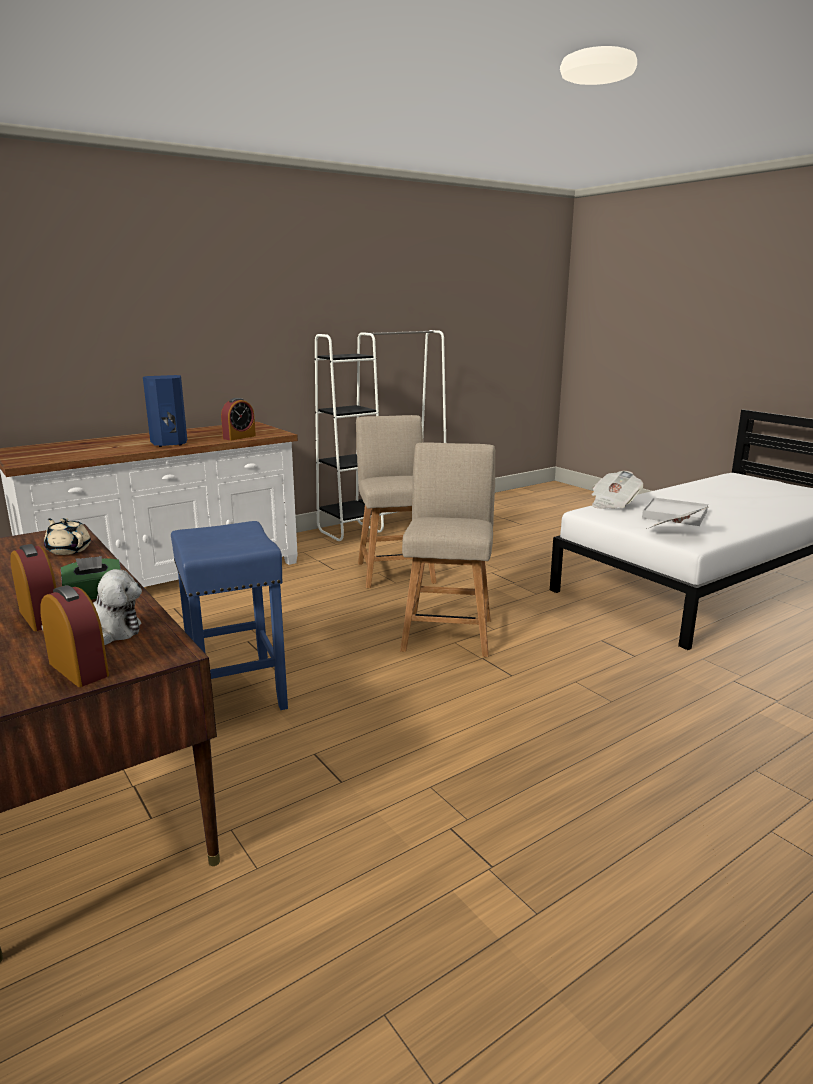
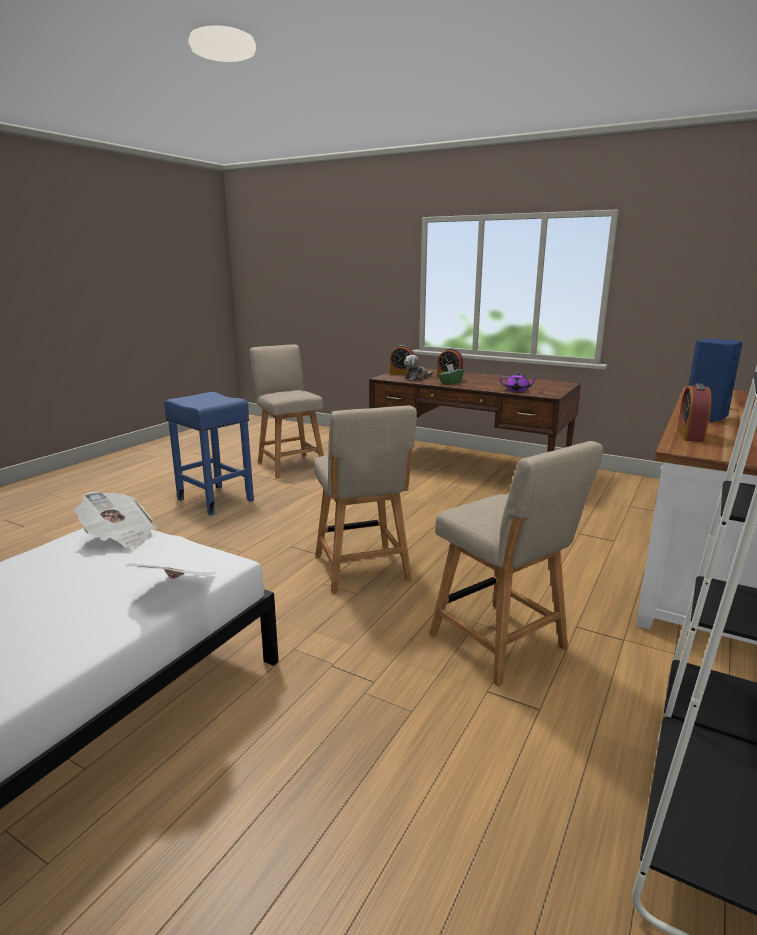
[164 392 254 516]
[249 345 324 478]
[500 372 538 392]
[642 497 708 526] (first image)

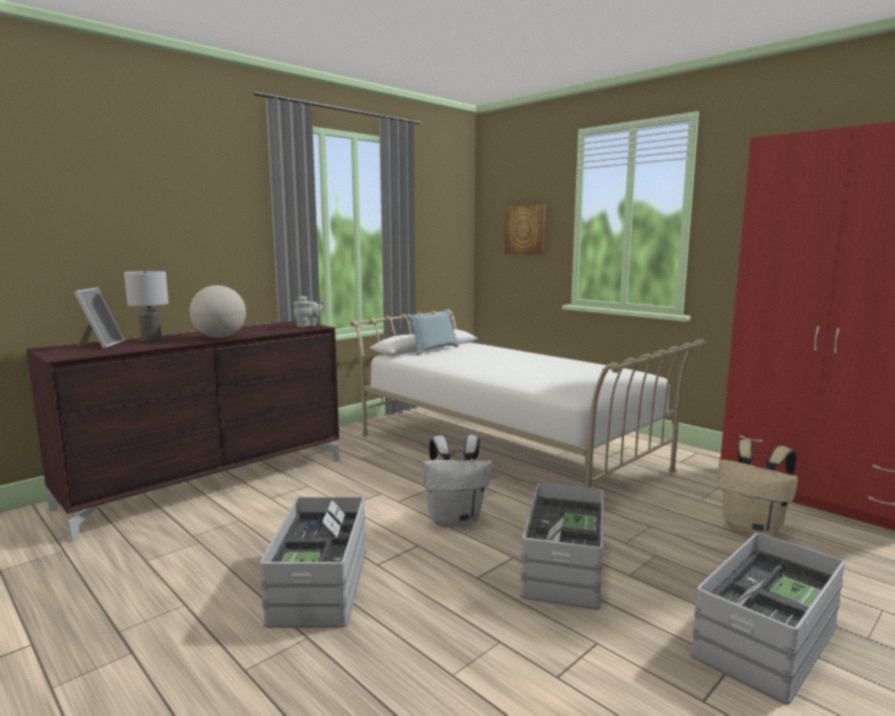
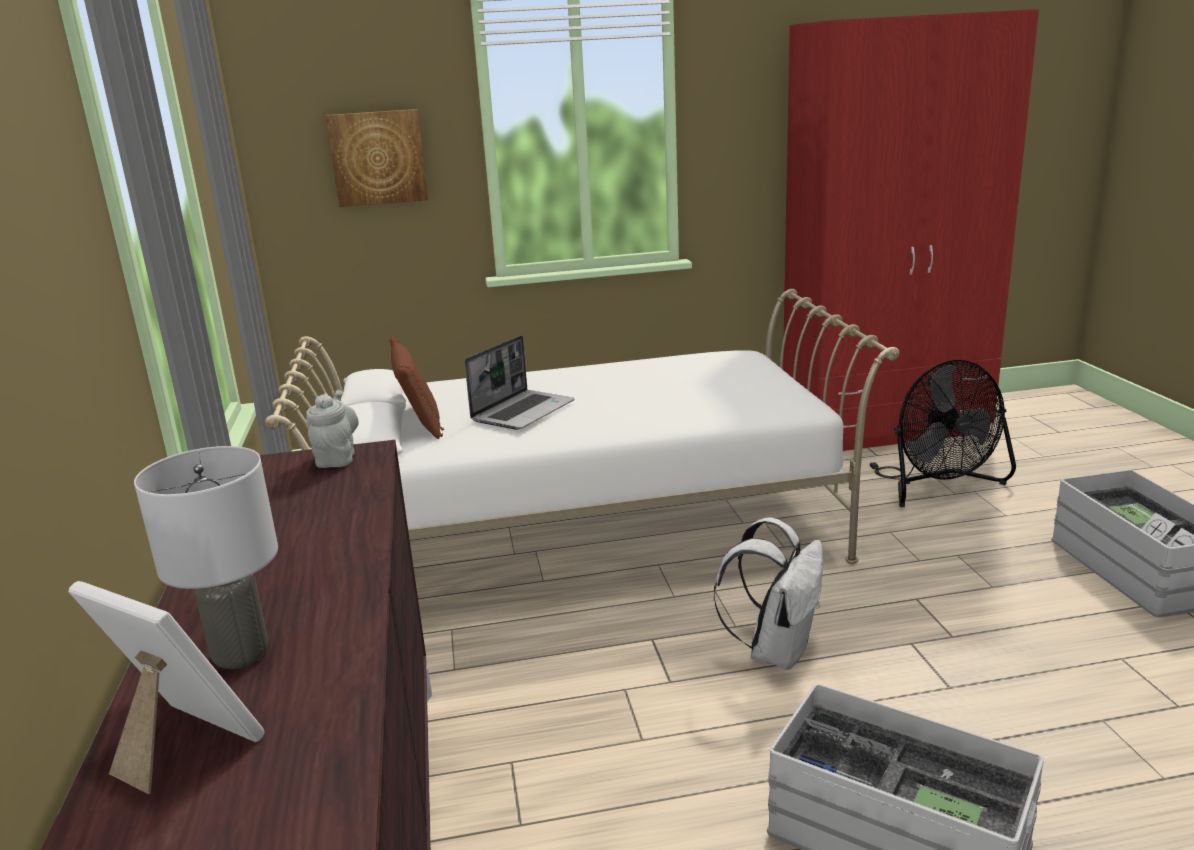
[390 336 444 439]
[464 335 575 430]
[870 360 1016 507]
[190 285 246 338] (first image)
[520 483 605 610] (first image)

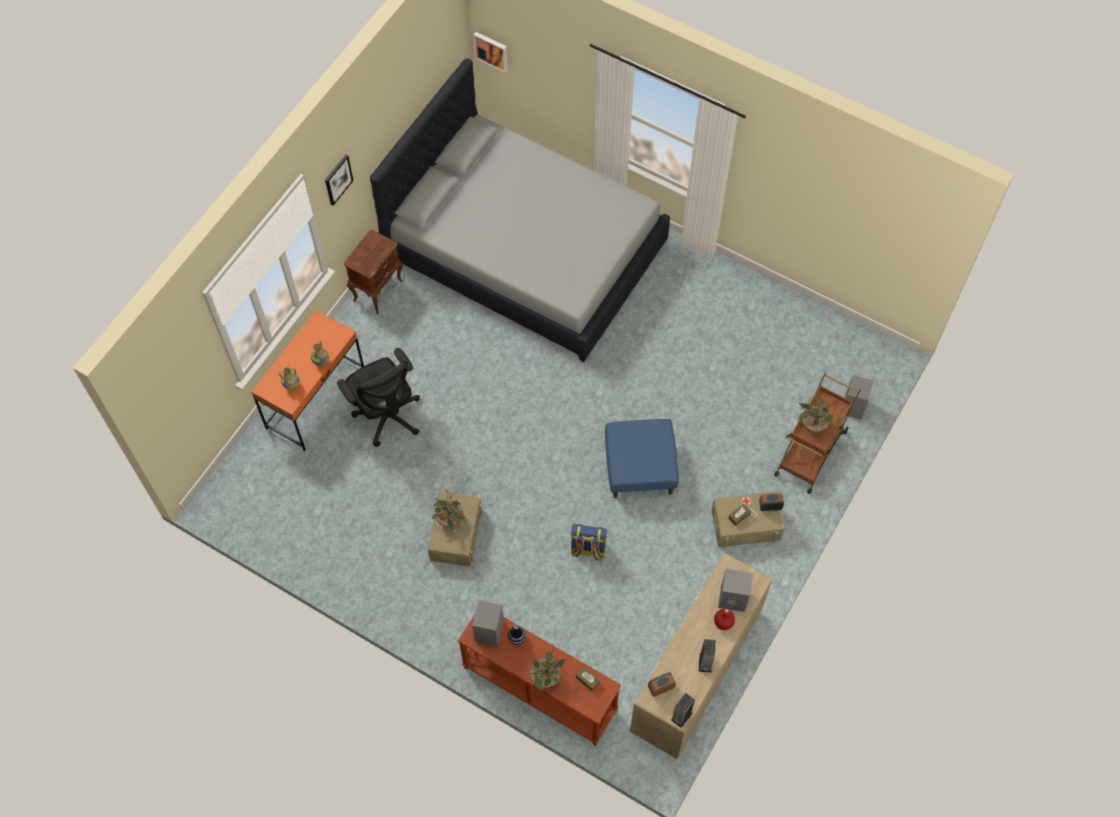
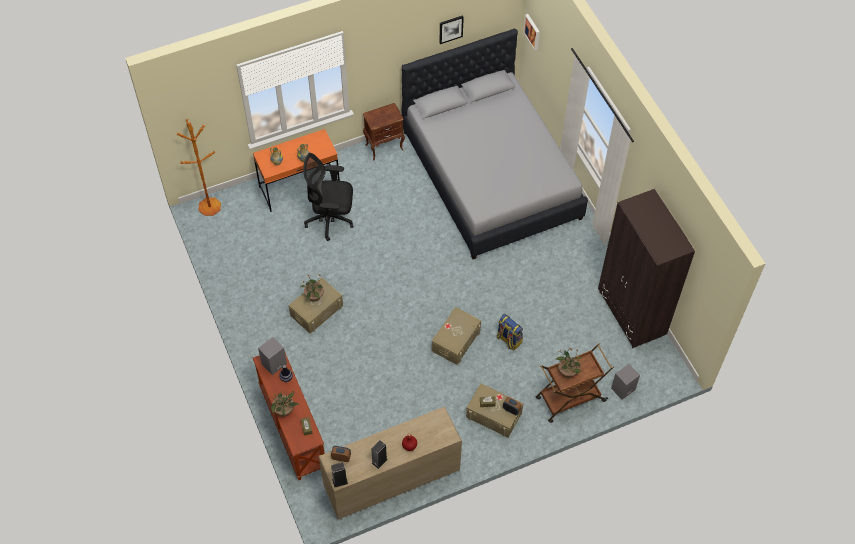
[177 119 221 216]
[303 153 354 241]
[432 307 481 365]
[439 15 464 44]
[497 314 523 350]
[598 189 695 348]
[718 569 753 612] (first image)

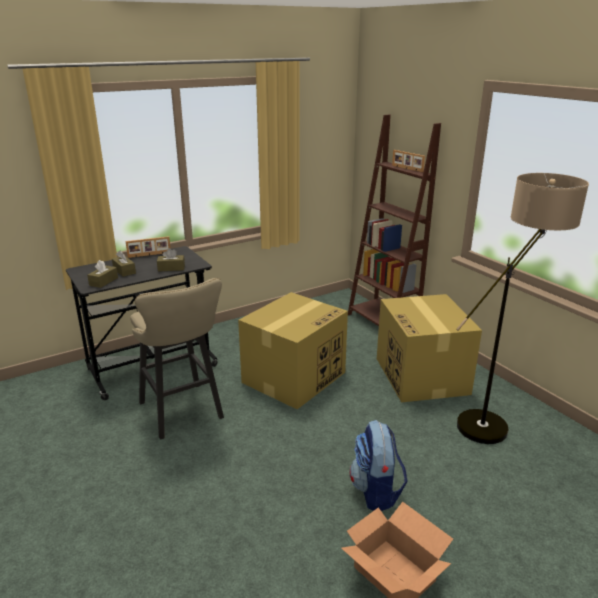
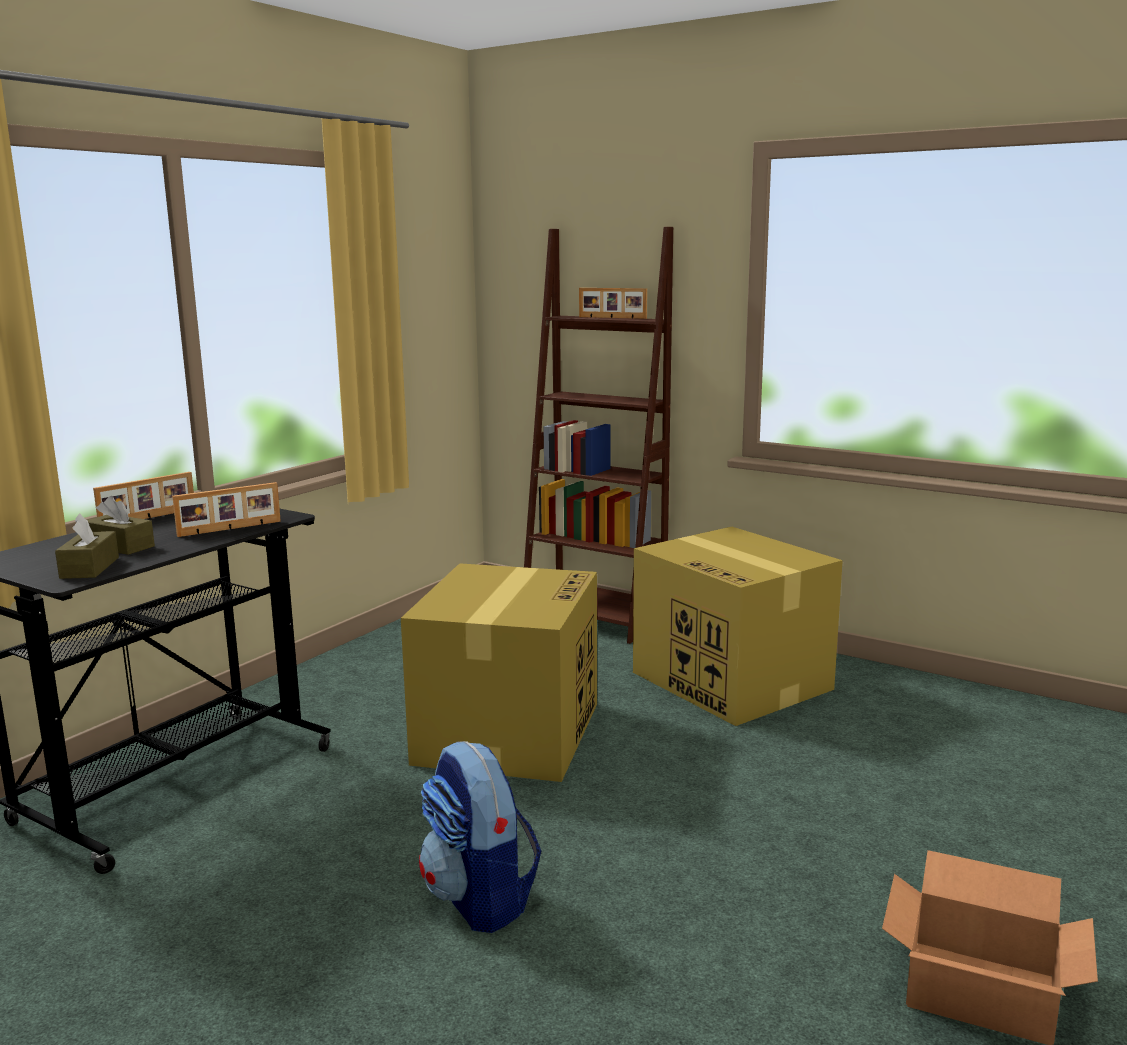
[172 482 281 537]
[419 741 541 933]
[130 278 224 440] (first image)
[456 173 589 444] (first image)

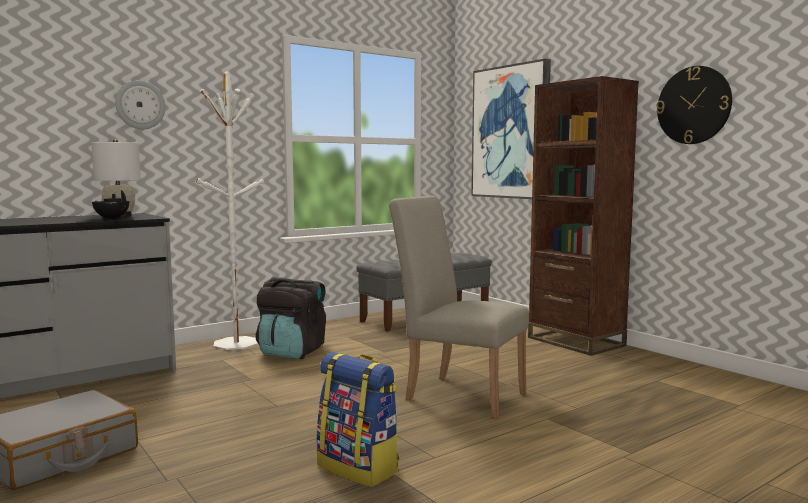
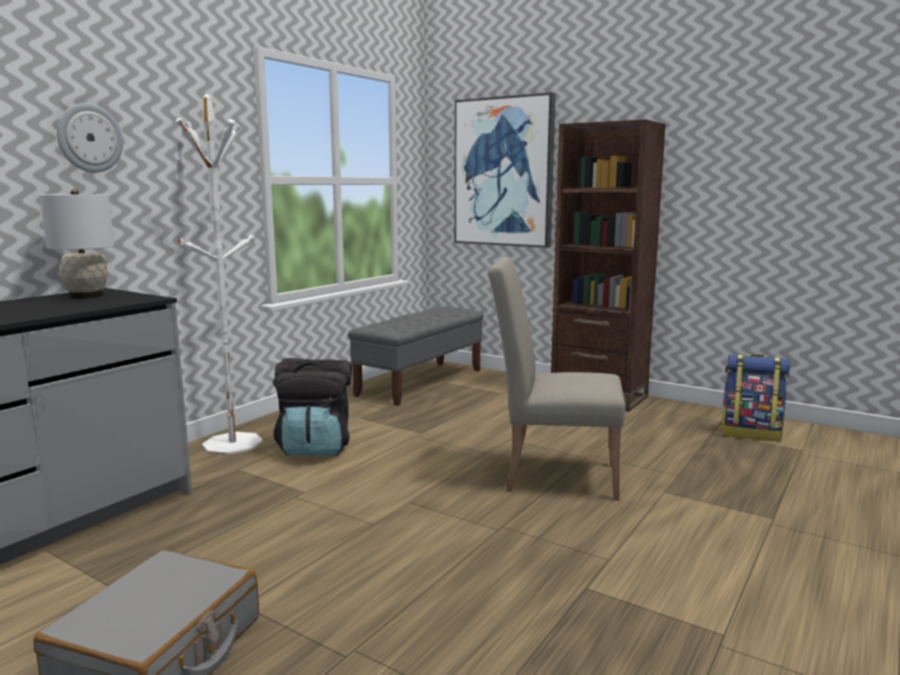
[720 354 790 441]
[92 190 129 220] (first image)
[656 66 732 144] (first image)

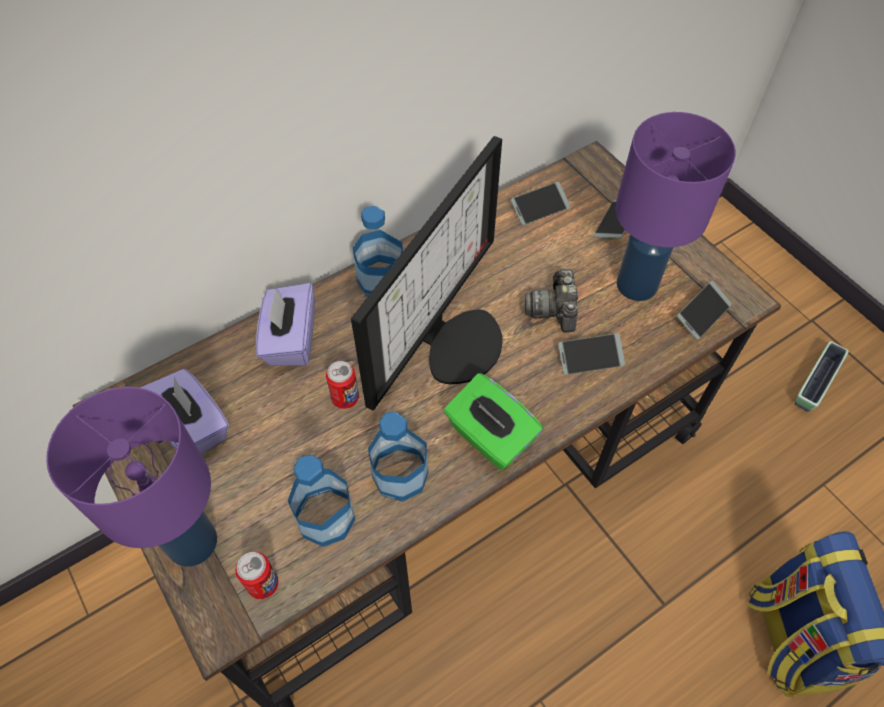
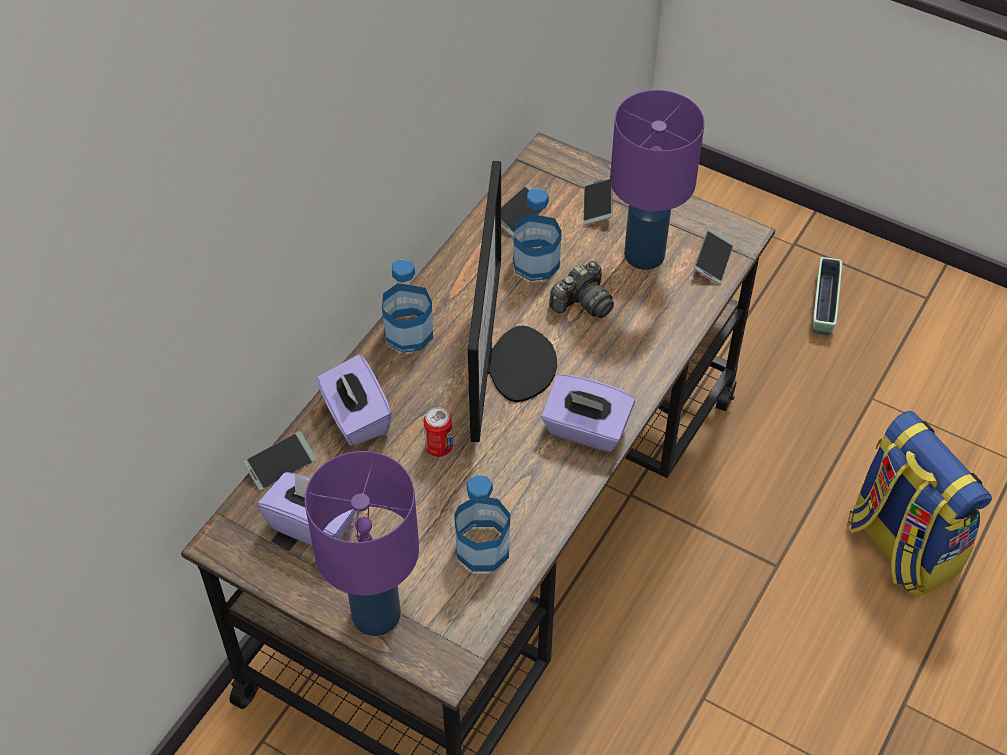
[243 431 316 490]
[513 188 562 281]
[541 374 635 452]
[549 261 614 318]
[236 552 278 599] (first image)

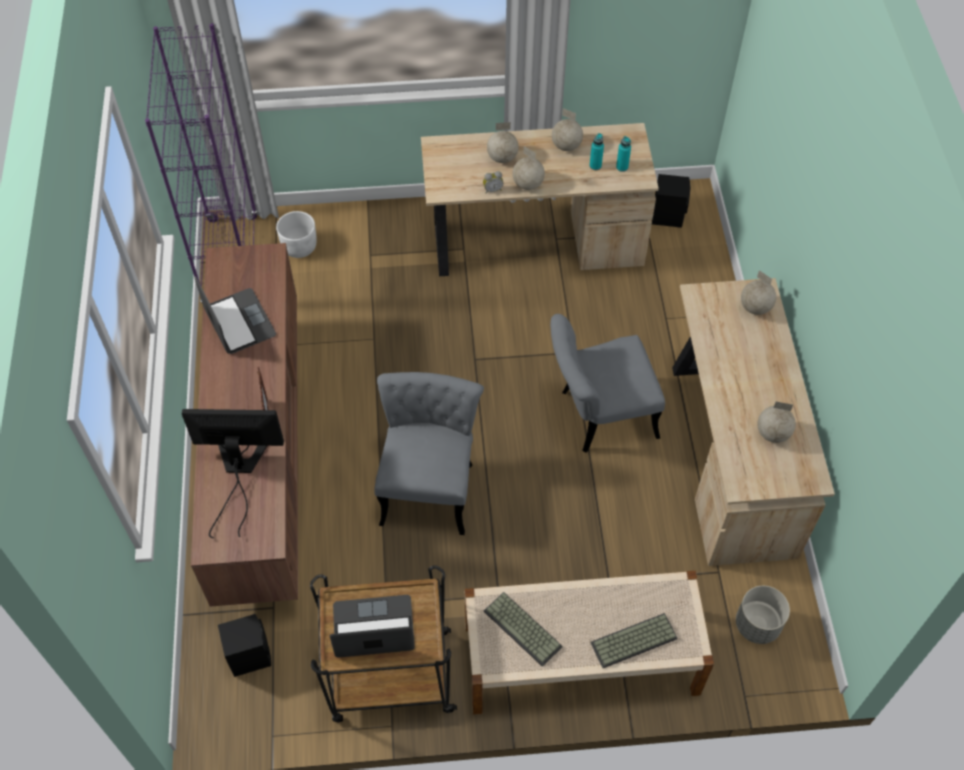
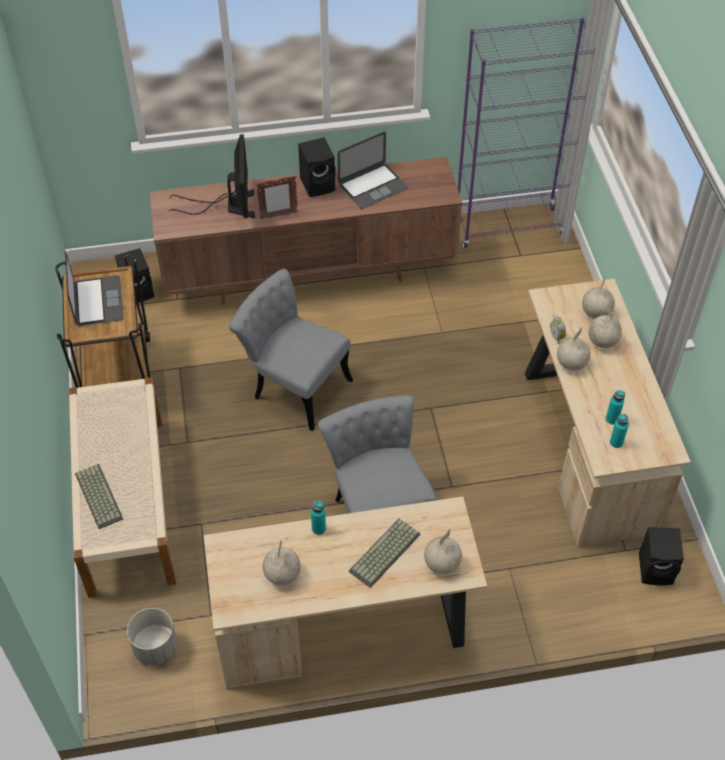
[229 269 353 431]
[298 137 336 197]
[311 501 326 535]
[349 519 420 588]
[582 276 615 319]
[276 211 317 258] (first image)

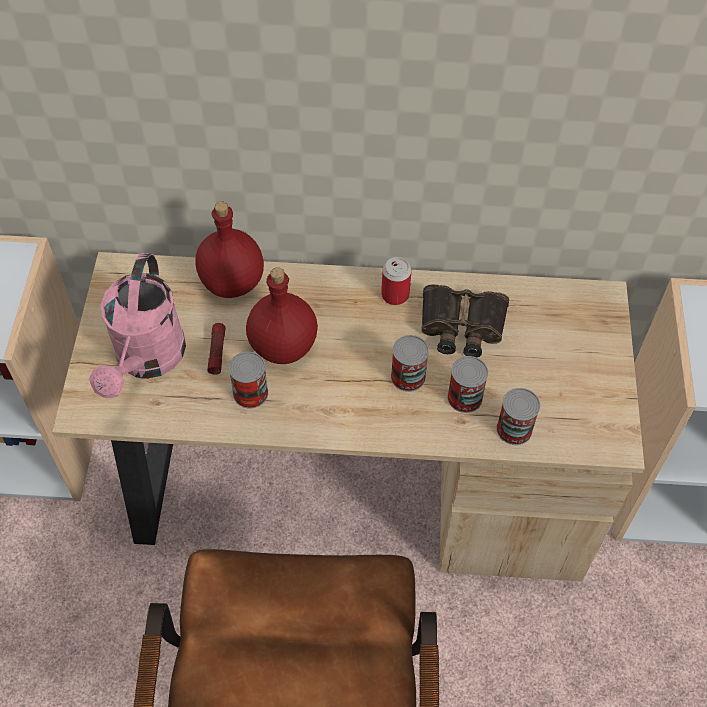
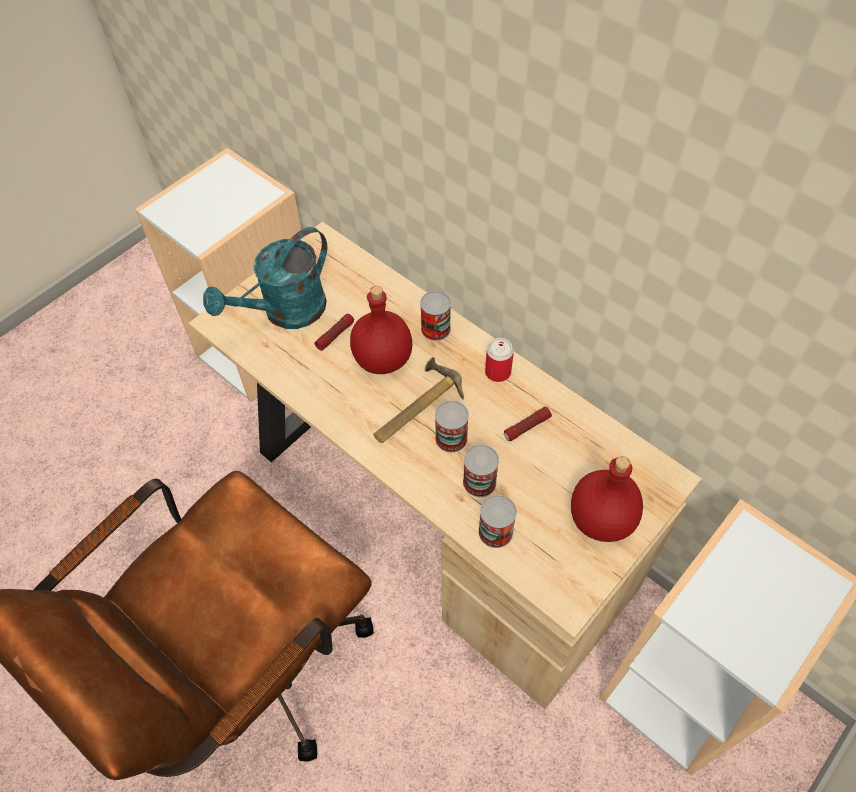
[203 227 327 329]
[373 357 464 443]
[420 291 451 341]
[504 406 552 441]
[571 456 643 542]

